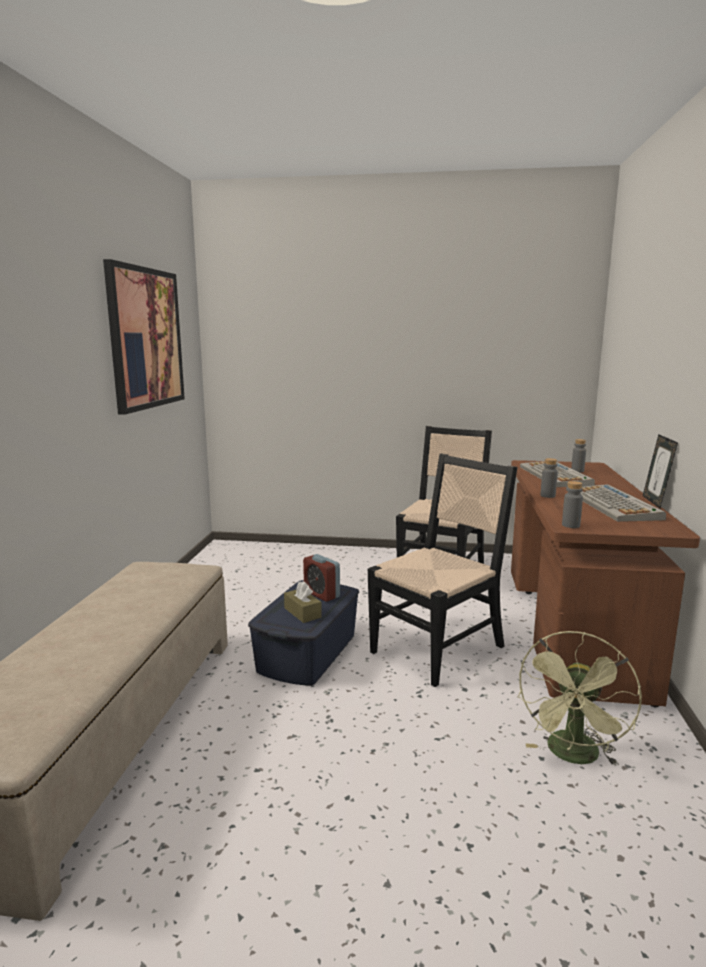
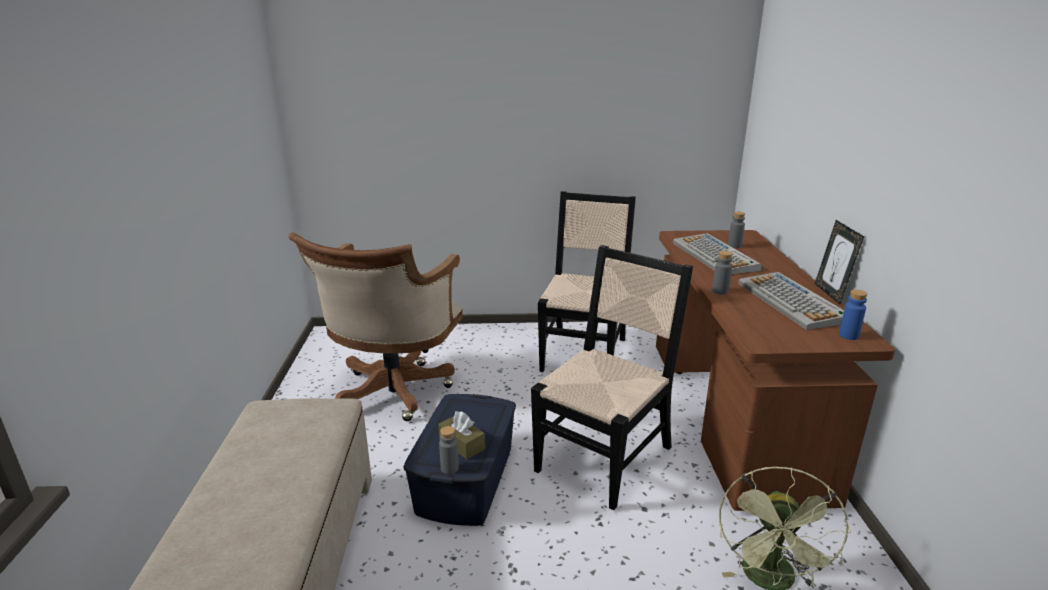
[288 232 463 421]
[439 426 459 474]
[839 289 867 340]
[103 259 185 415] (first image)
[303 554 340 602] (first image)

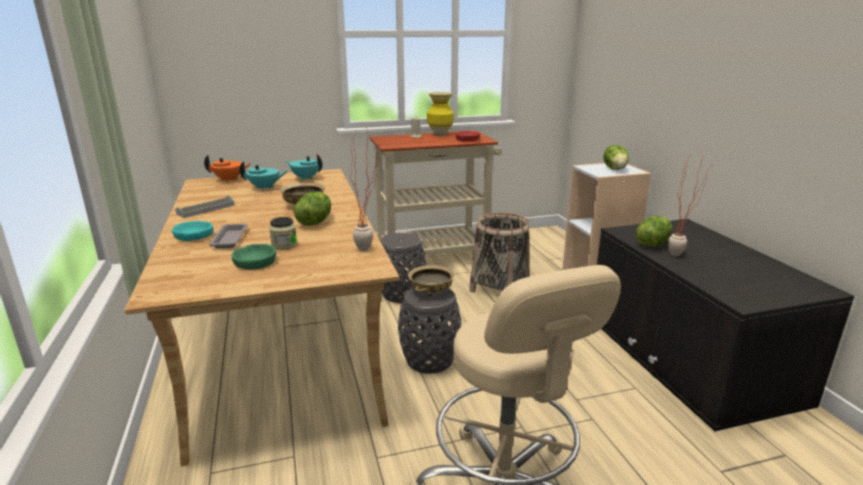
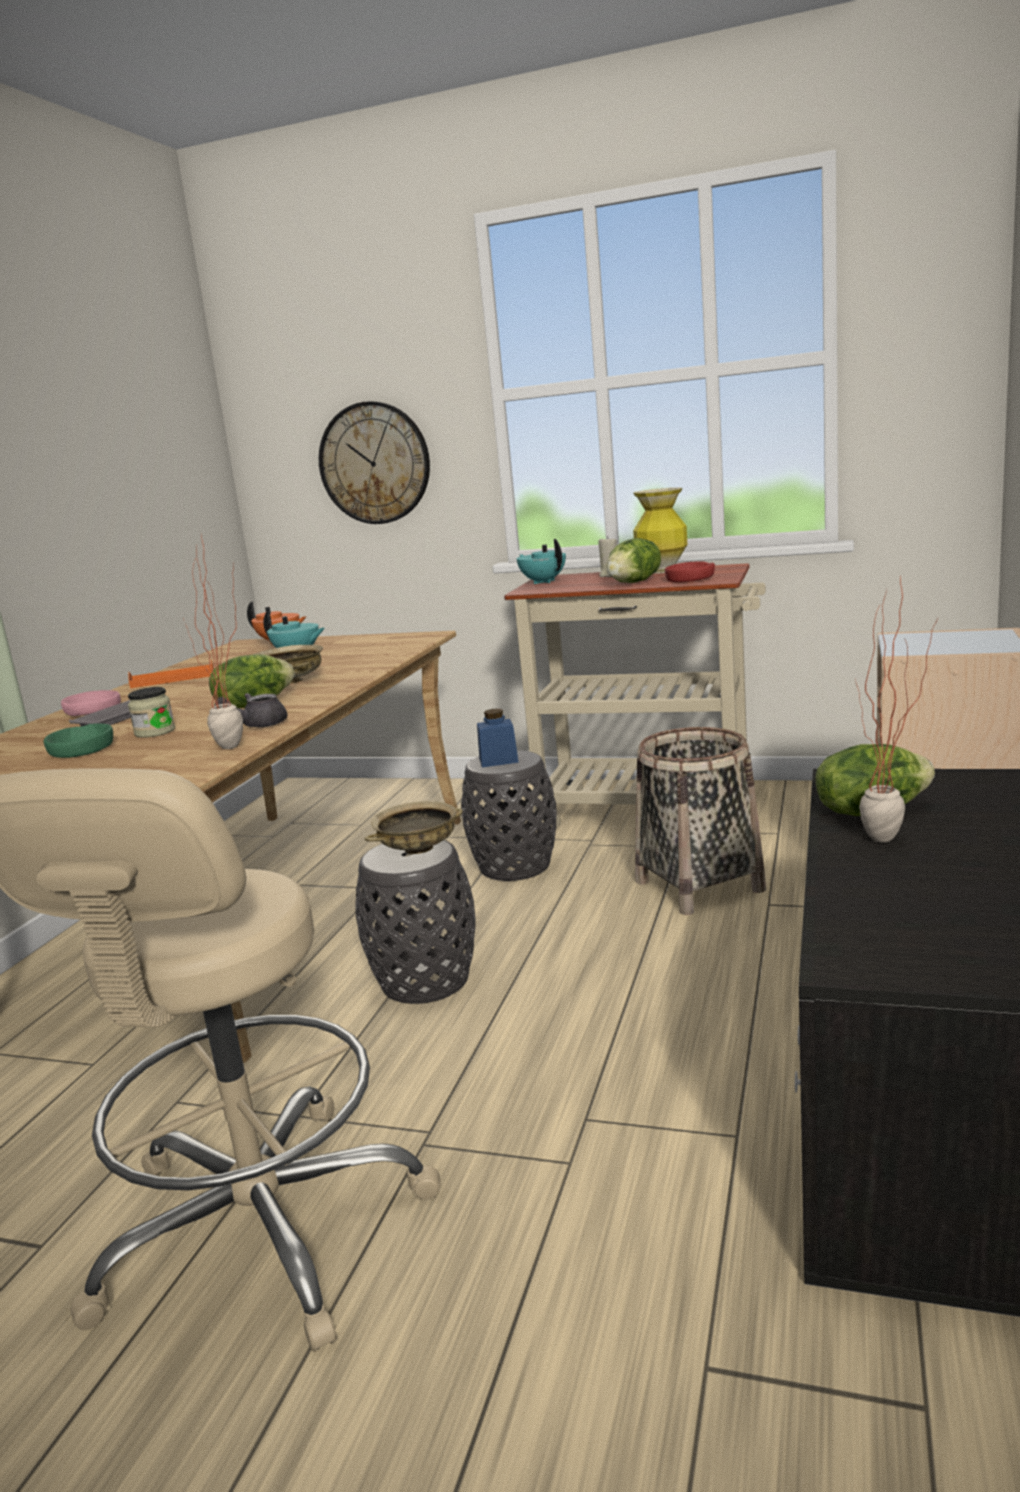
[61 690 121 716]
[128 660 214 688]
[215 693 287 727]
[319 401 430 524]
[477 709 519 767]
[517 539 566 584]
[607 538 661 583]

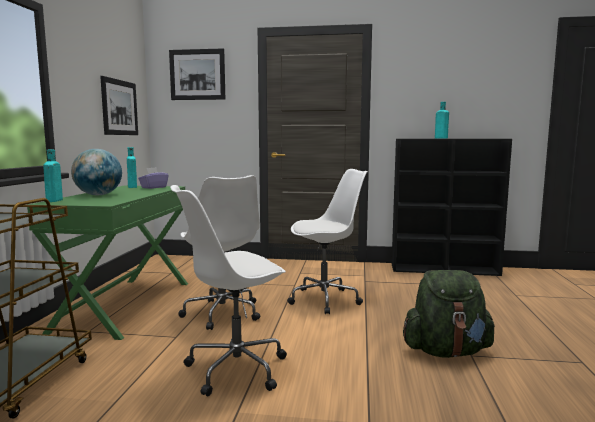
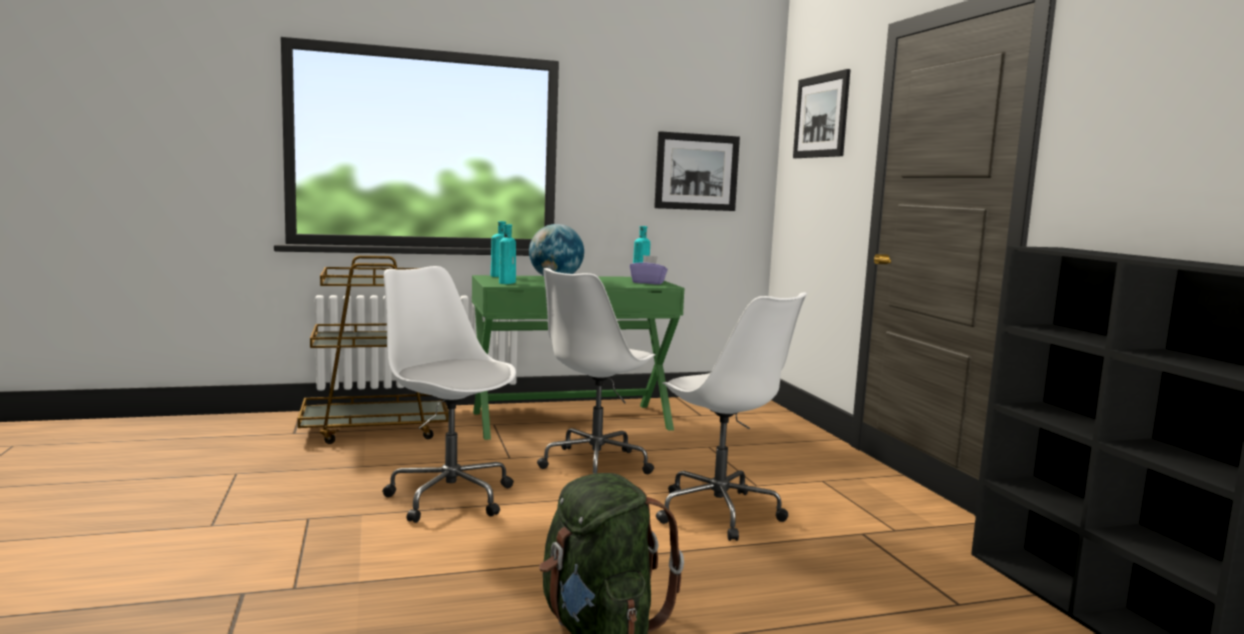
[499 224 516 284]

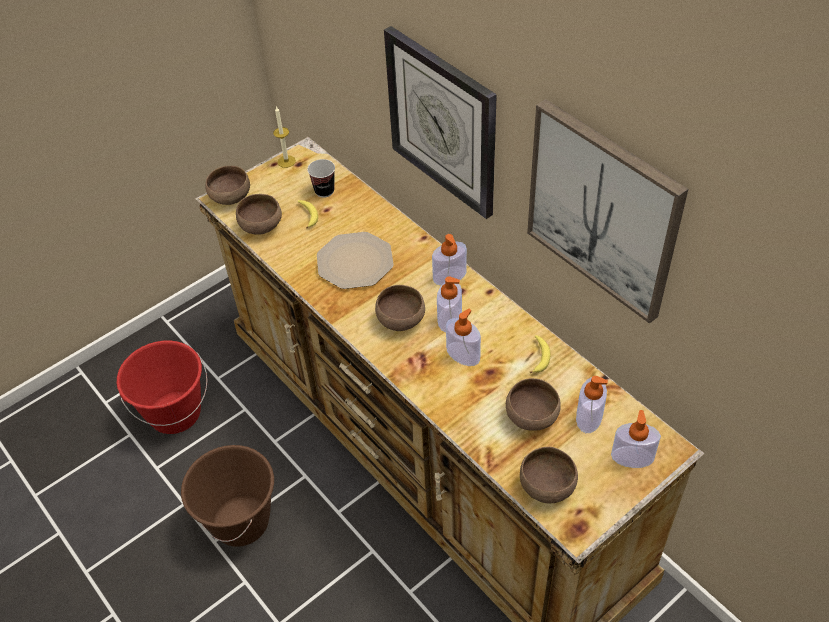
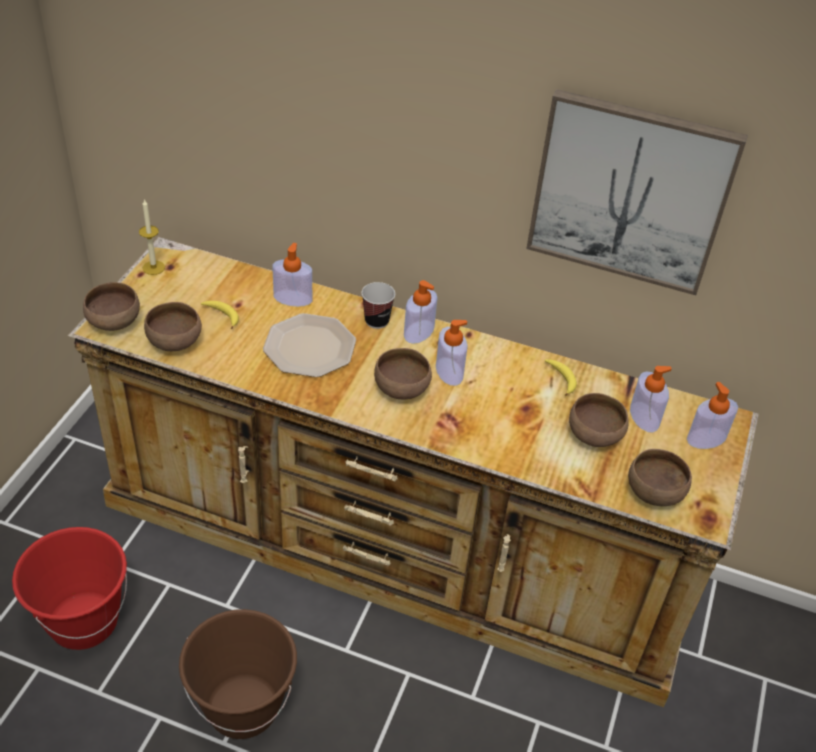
[273 243 312 307]
[361 282 395 329]
[384 26 497 219] (first image)

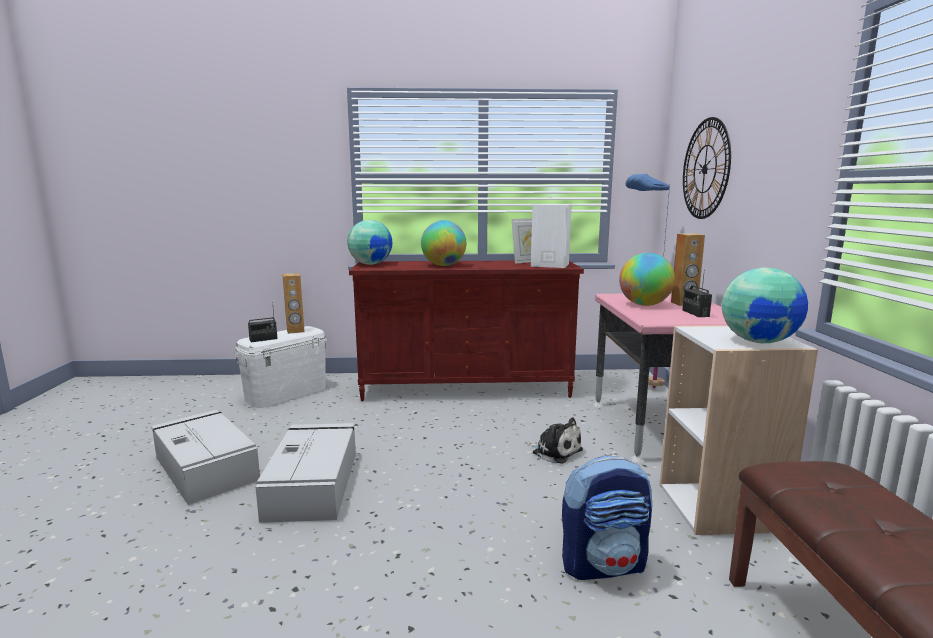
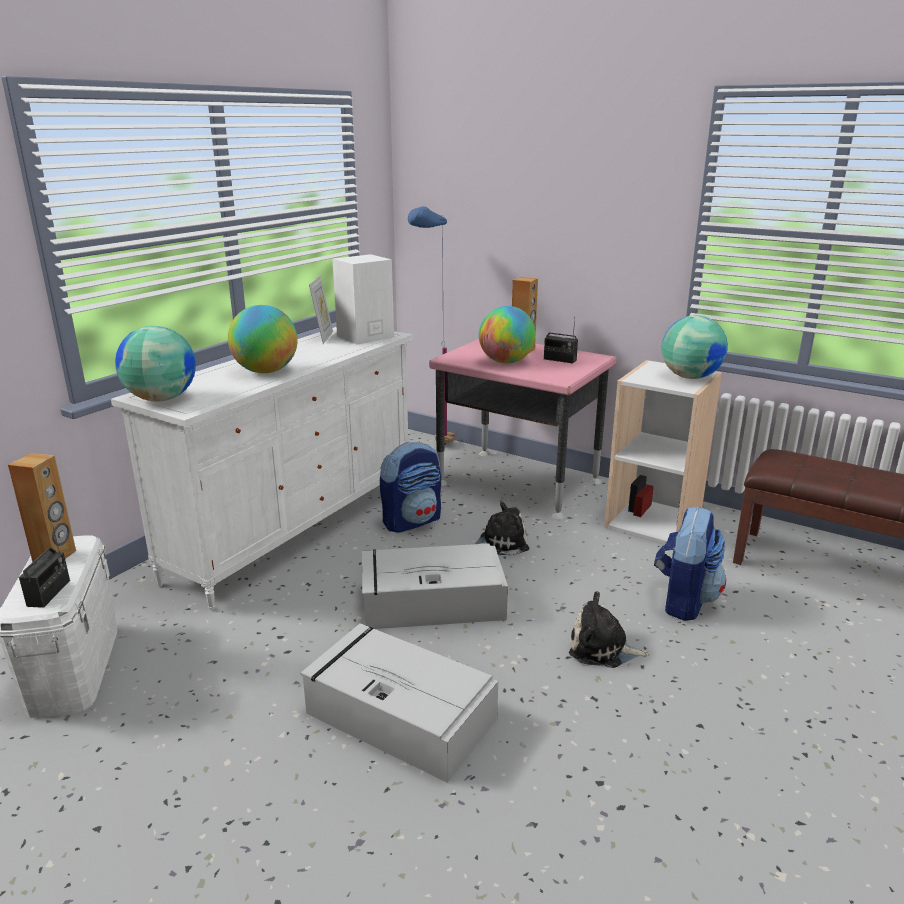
[111 327 413 610]
[362 544 508 629]
[380 441 441 533]
[569 592 650 668]
[683 117 731 219] (first image)

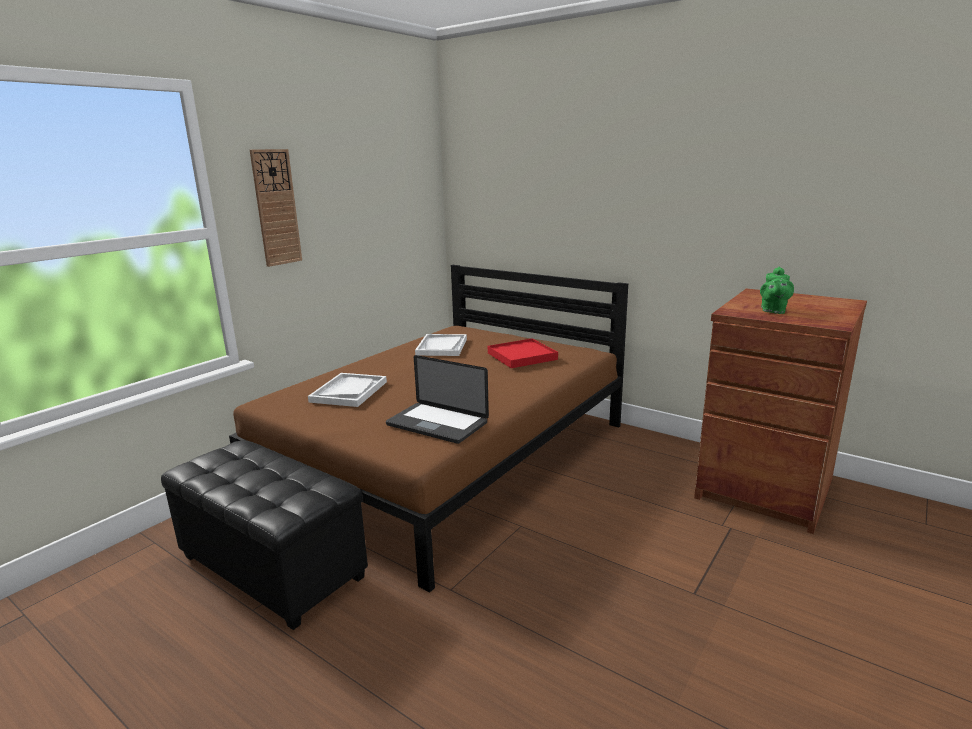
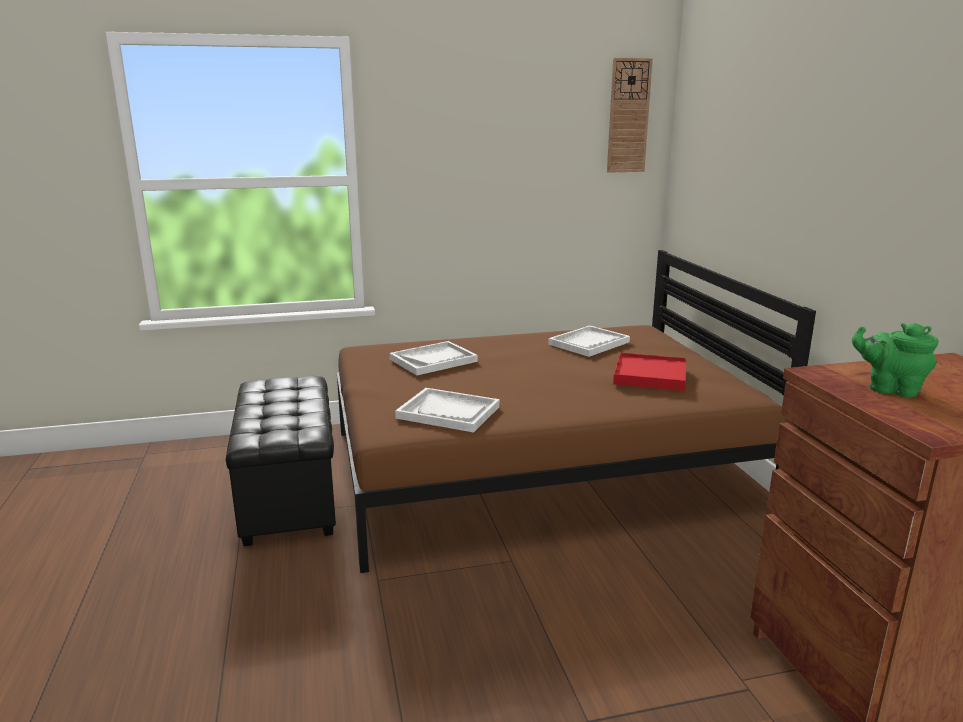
[395 388 500 433]
[607 58 653 173]
[852 323 938 397]

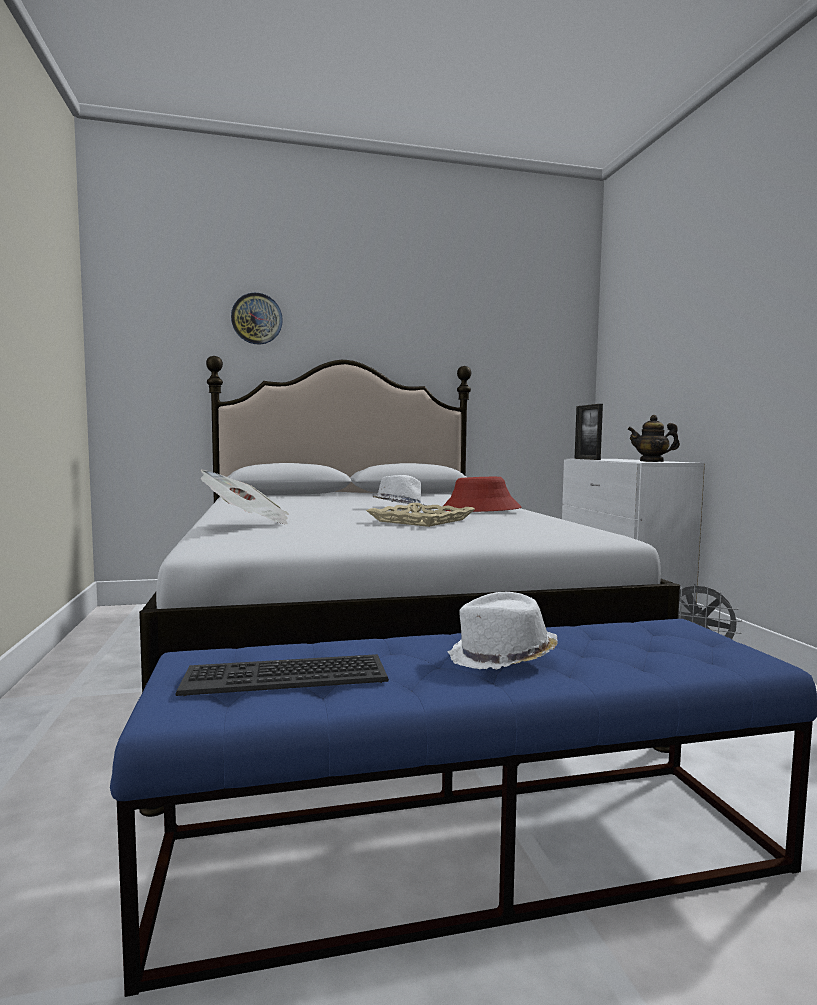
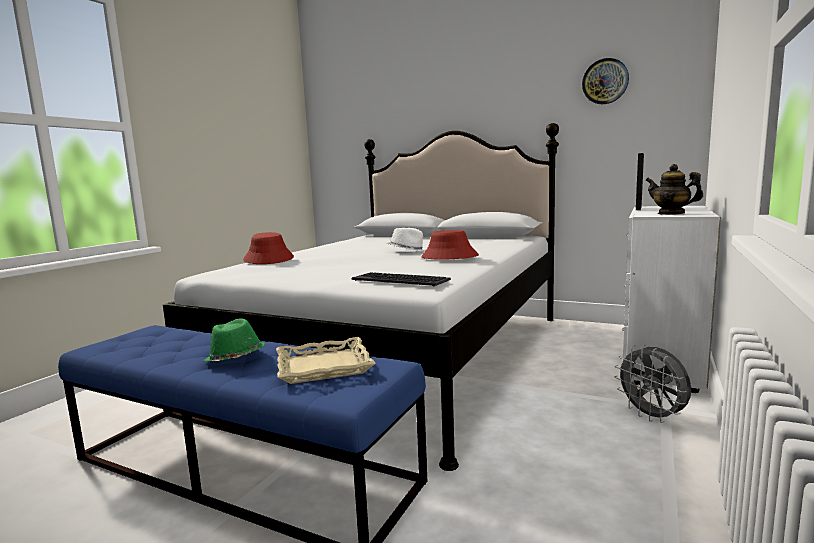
[204 318 266 362]
[243 232 294 264]
[276 337 376 384]
[352 272 451 286]
[582 58 629 104]

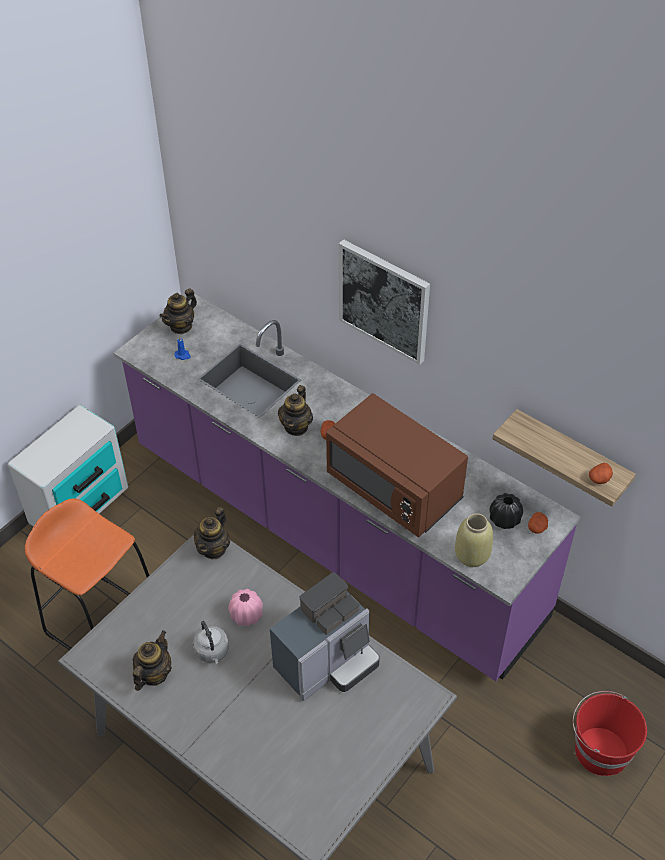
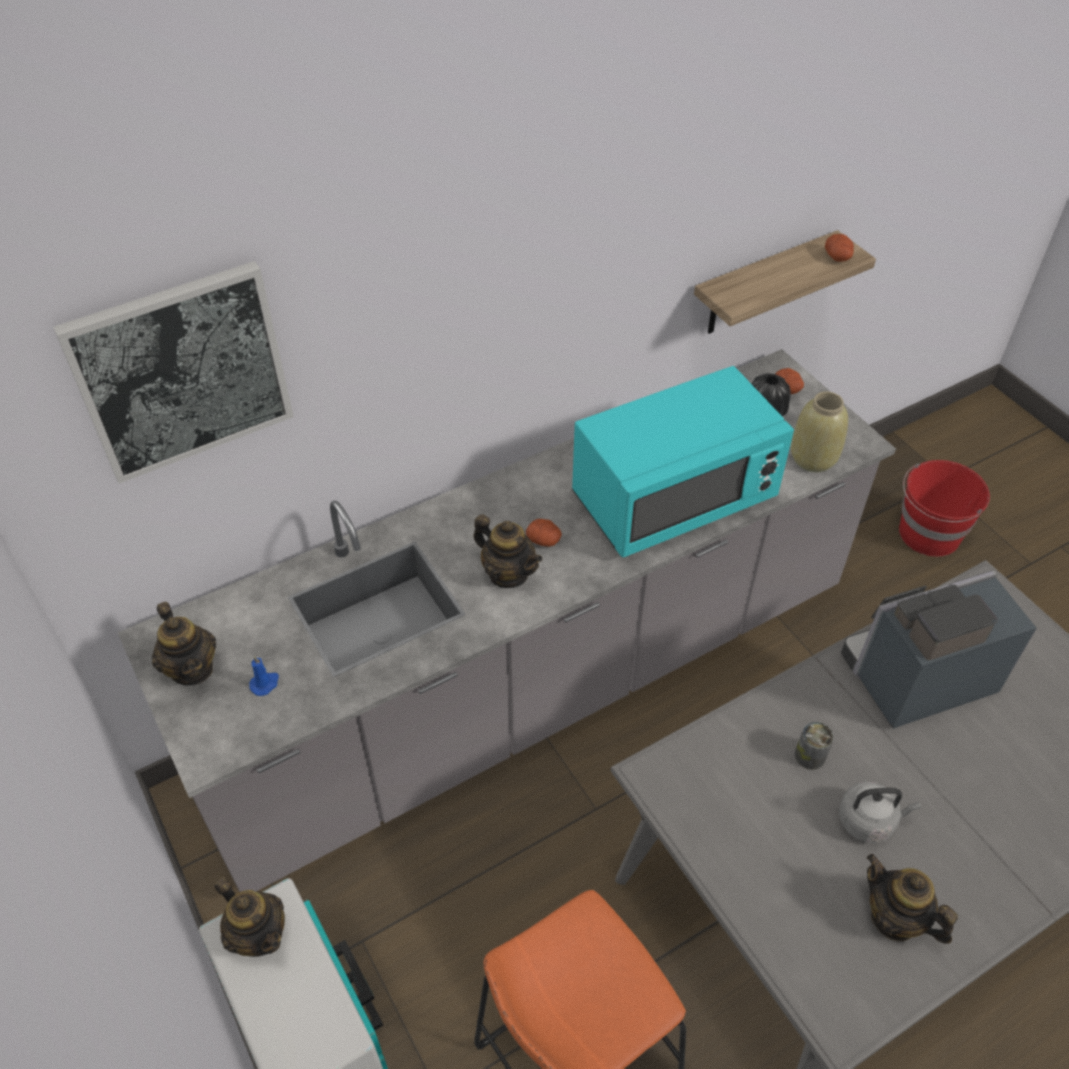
[53 261 294 483]
[118 349 896 892]
[214 876 285 957]
[572 366 794 557]
[795 722 834 770]
[841 570 1037 729]

